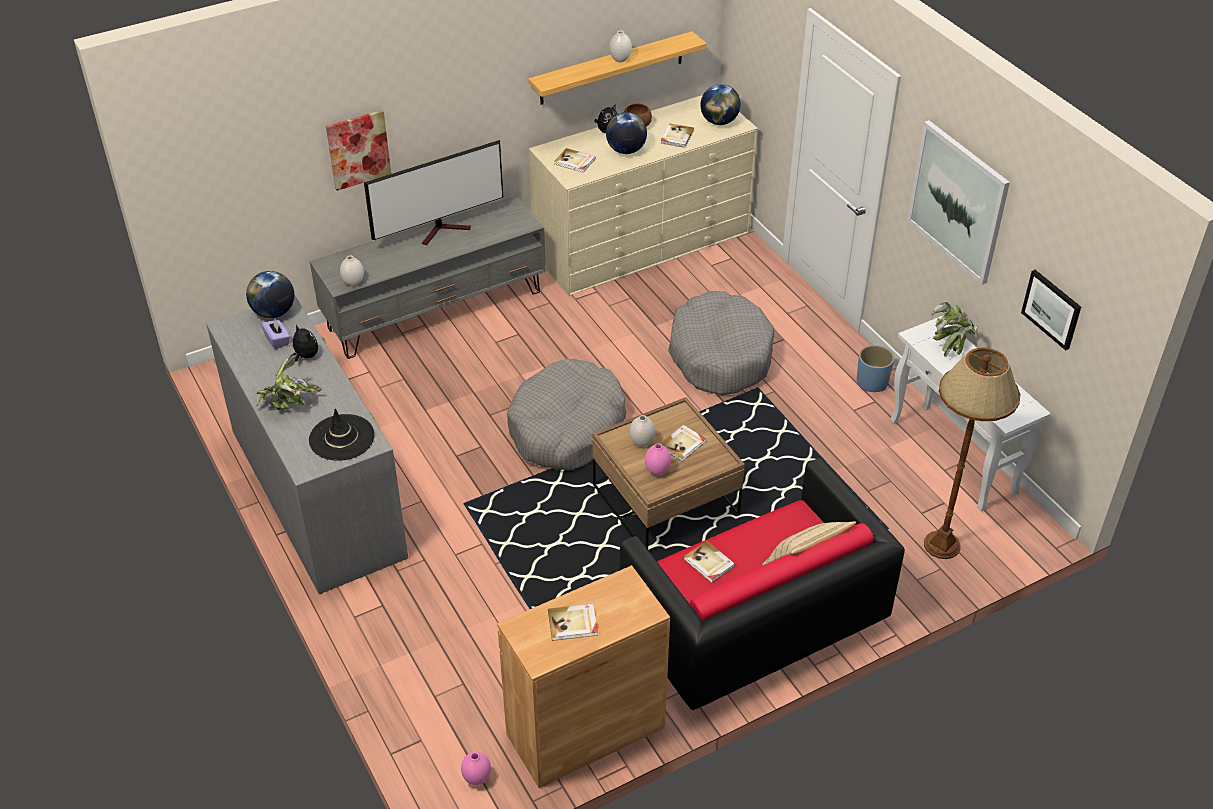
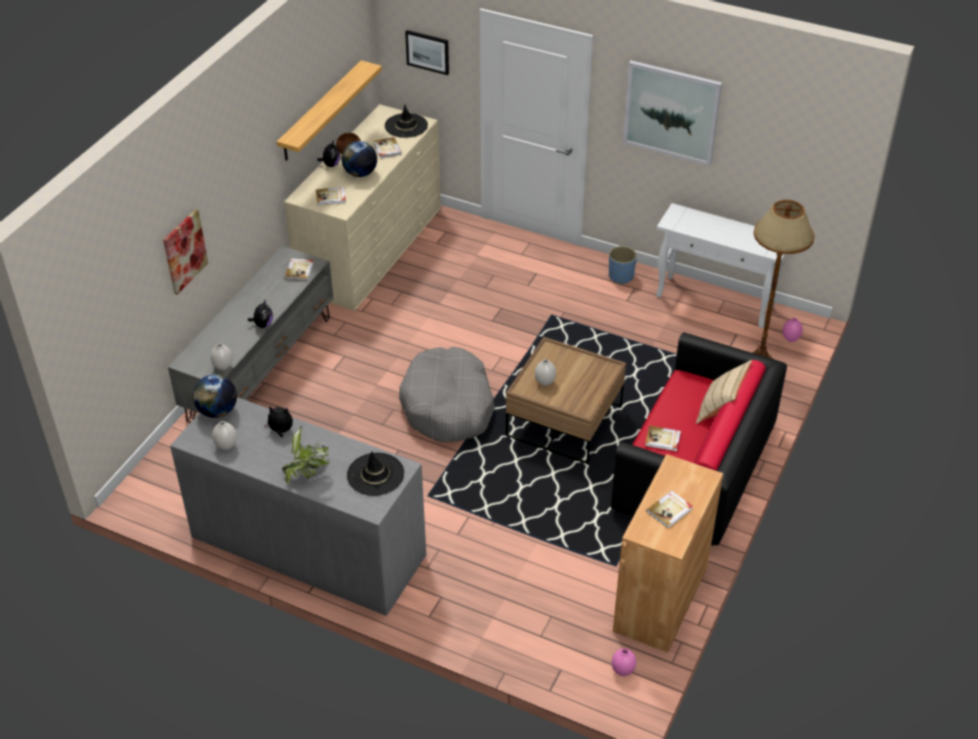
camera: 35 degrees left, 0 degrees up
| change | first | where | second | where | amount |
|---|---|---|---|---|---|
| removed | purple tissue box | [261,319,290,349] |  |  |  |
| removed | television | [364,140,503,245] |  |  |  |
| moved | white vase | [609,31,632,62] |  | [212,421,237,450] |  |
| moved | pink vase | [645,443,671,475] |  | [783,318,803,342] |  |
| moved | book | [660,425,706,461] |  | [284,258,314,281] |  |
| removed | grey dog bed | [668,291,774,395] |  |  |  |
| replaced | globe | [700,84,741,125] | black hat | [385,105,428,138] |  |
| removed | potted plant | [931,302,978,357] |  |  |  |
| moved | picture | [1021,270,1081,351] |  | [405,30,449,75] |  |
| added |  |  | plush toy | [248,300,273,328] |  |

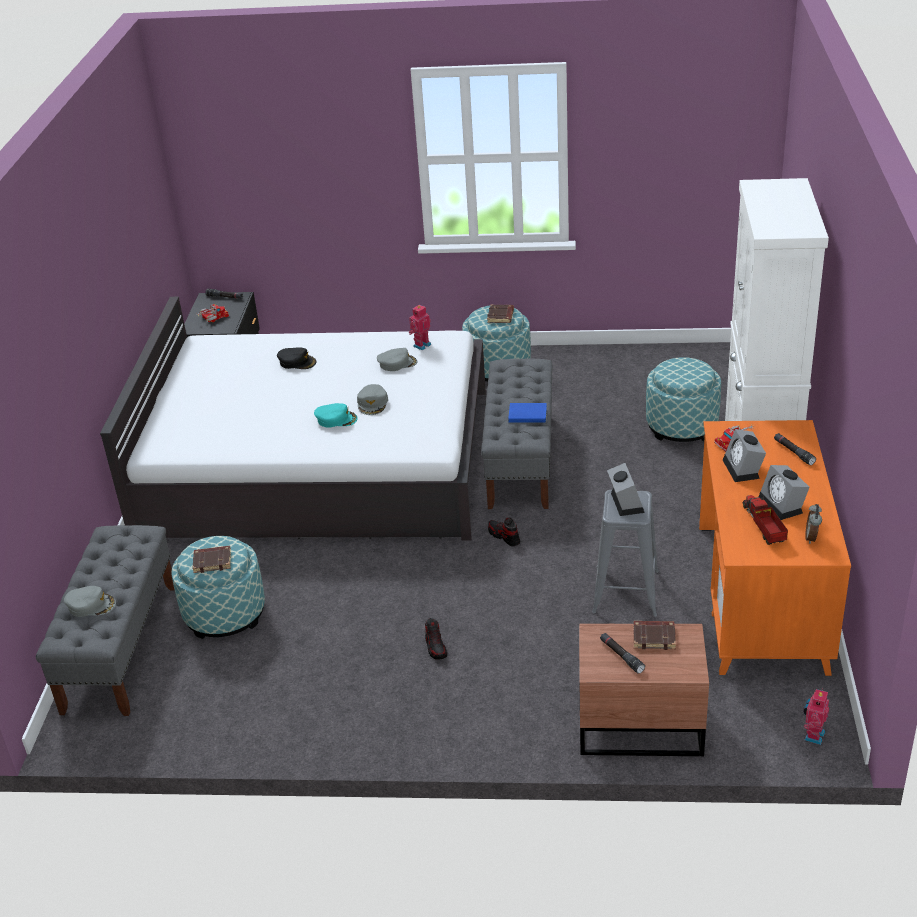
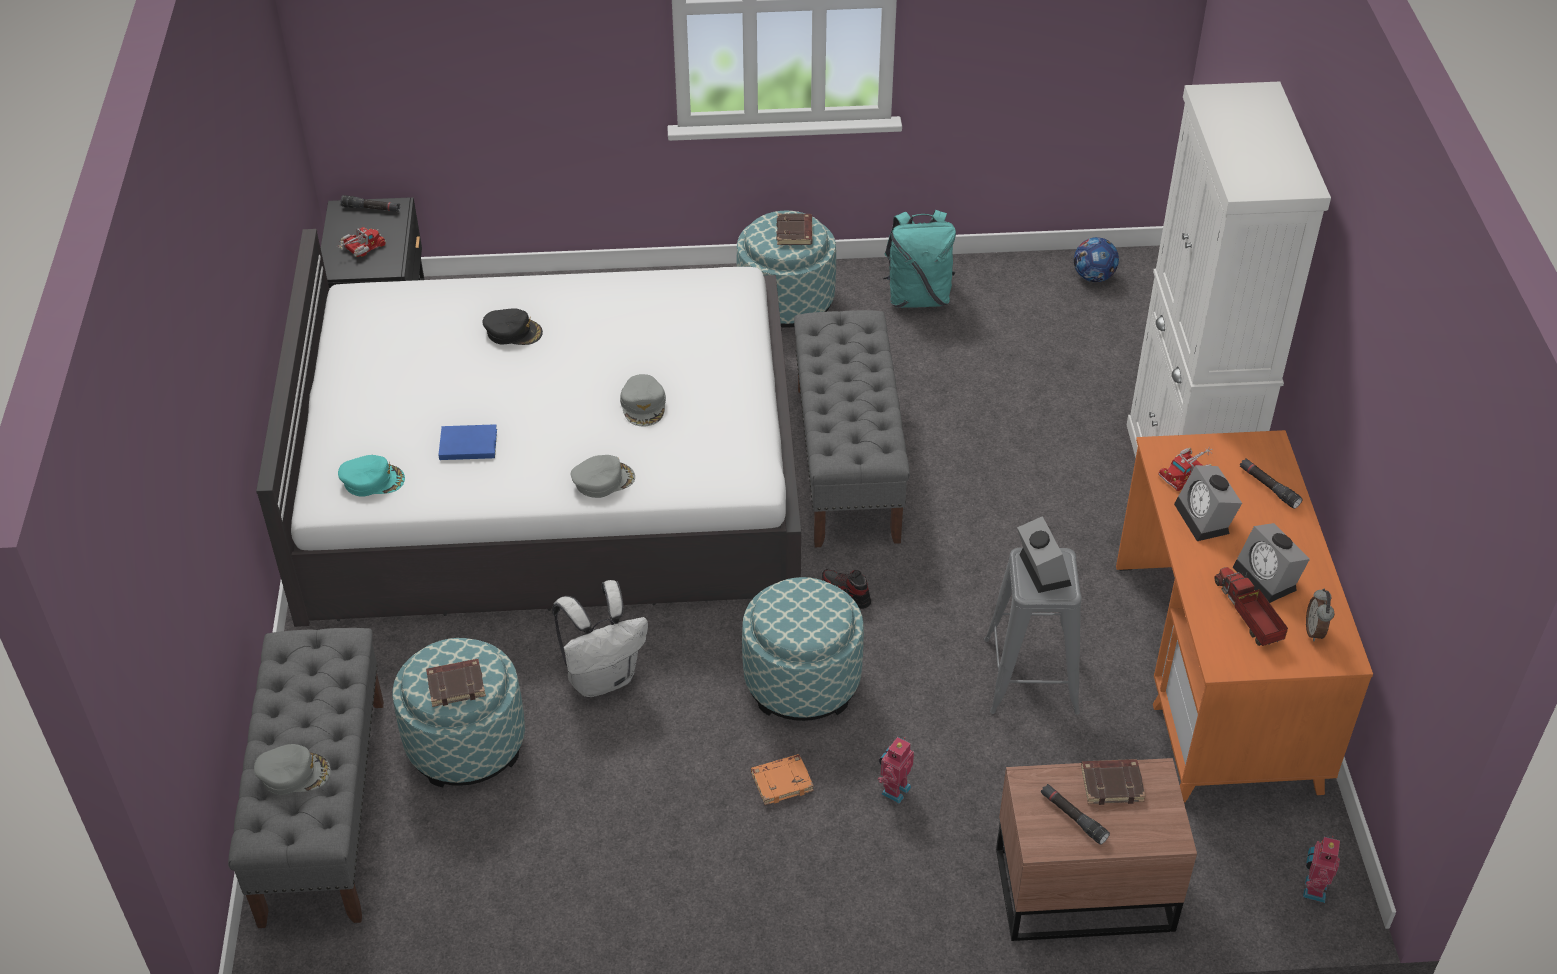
camera: 10 degrees left, 10 degrees up
| change | first | where | second | where | amount |
|---|---|---|---|---|---|
| moved | turquoise cap | [314,403,358,428] |  | [338,455,405,497] |  |
| moved | grey cap | [377,348,417,371] |  | [571,455,635,498] |  |
| moved | toy robot | [409,304,431,350] |  | [877,737,914,804] |  |
| replaced | shoe | [425,618,447,660] | orange book | [751,754,814,805] |  |
| moved | blue book | [508,403,547,422] |  | [438,424,497,460] |  |
| moved | ottoman | [646,357,721,442] |  | [742,577,864,721] |  |
| added |  |  | white backpack | [552,580,648,697] |  |
| added |  |  | turquoise backpack | [883,210,956,308] |  |
| added |  |  | football | [1074,237,1119,282] |  |

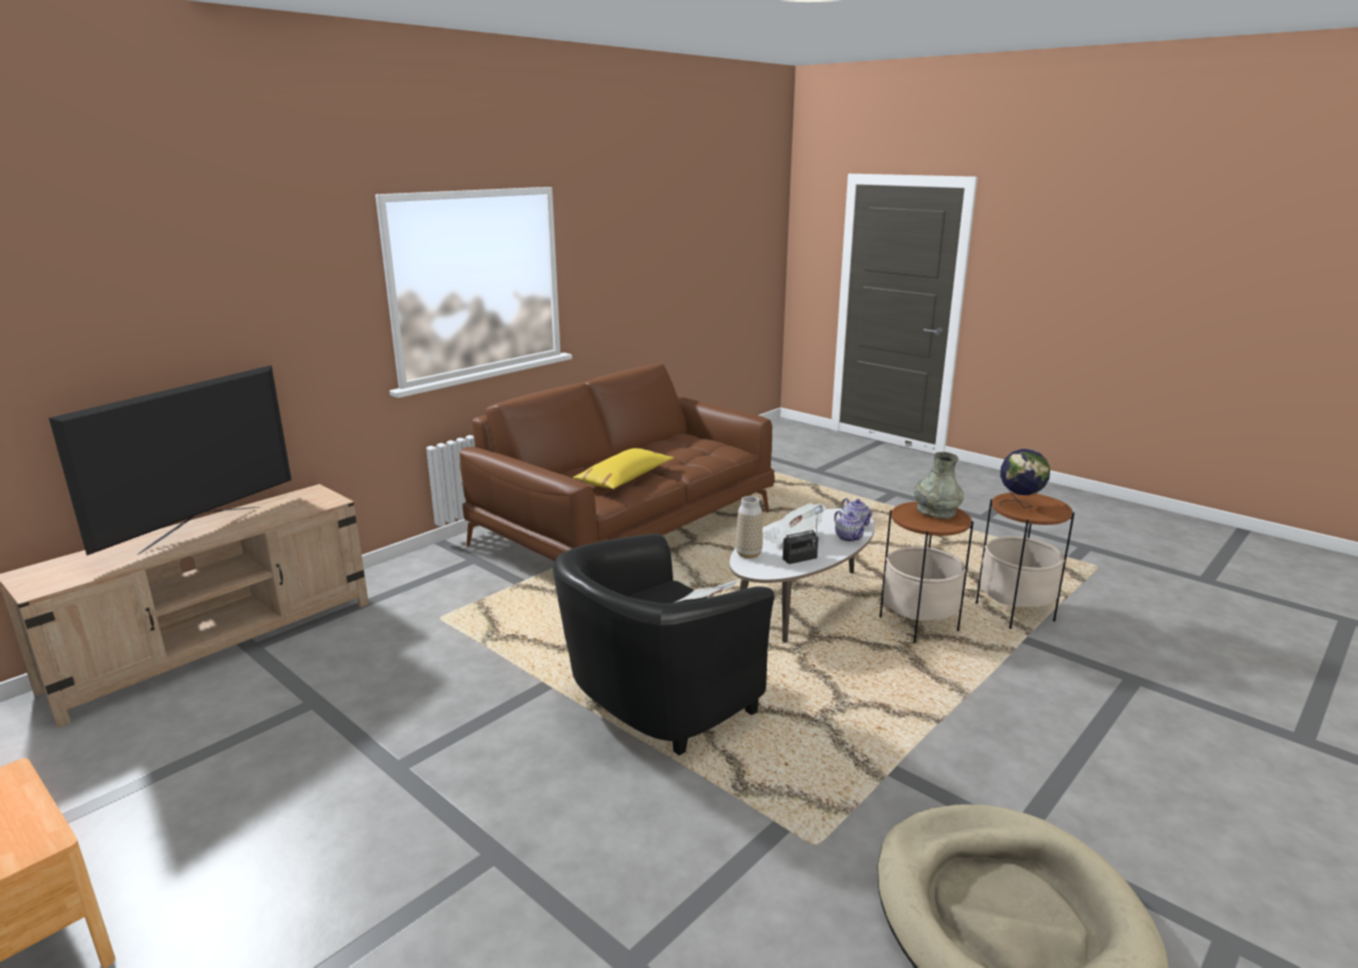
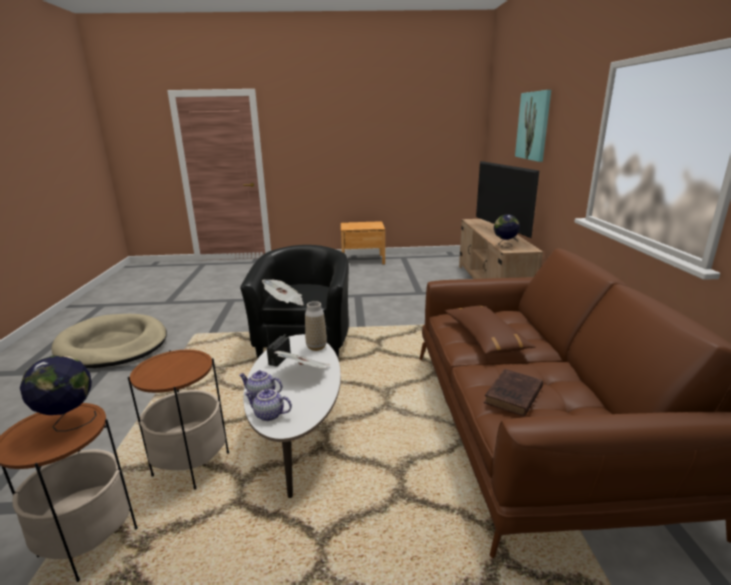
camera: 135 degrees right, 0 degrees up
| change | first | where | second | where | amount |
|---|---|---|---|---|---|
| recoloured | yellow pillow | [573,448,674,489] | brown pillow | [444,306,536,354] |  |
| removed | grey vase | [914,452,964,519] |  |  |  |
| added |  |  | brown book | [484,369,543,417] |  |
| added |  |  | globe | [494,215,520,247] |  |
| added |  |  | picture | [515,90,551,162] |  |

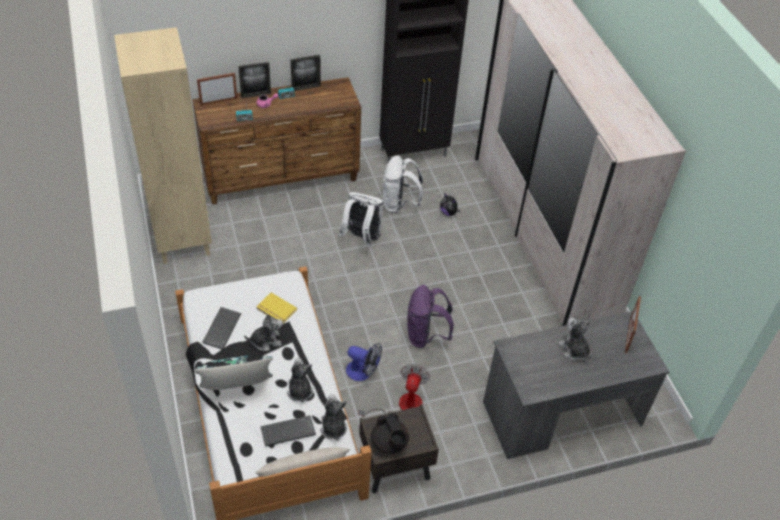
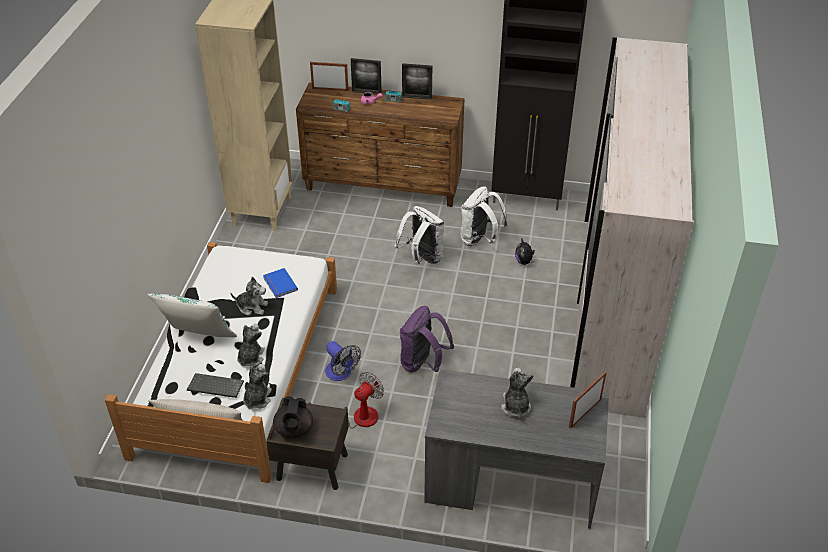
camera: 30 degrees right, 5 degrees down
| change | first | where | second | where | amount |
|---|---|---|---|---|---|
| recoloured | black pillow | [194,355,273,390] | white pillow | [147,293,237,337] |  |
| removed | keyboard | [202,307,241,350] |  |  |  |
| recoloured | yellow book | [256,293,297,323] | blue book | [263,268,298,298] |  |

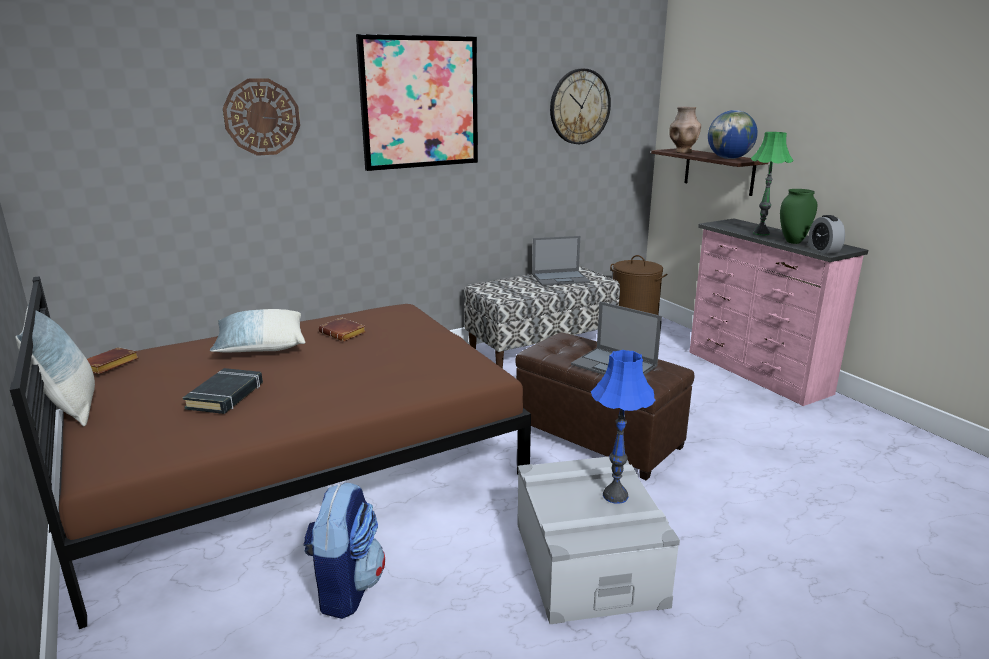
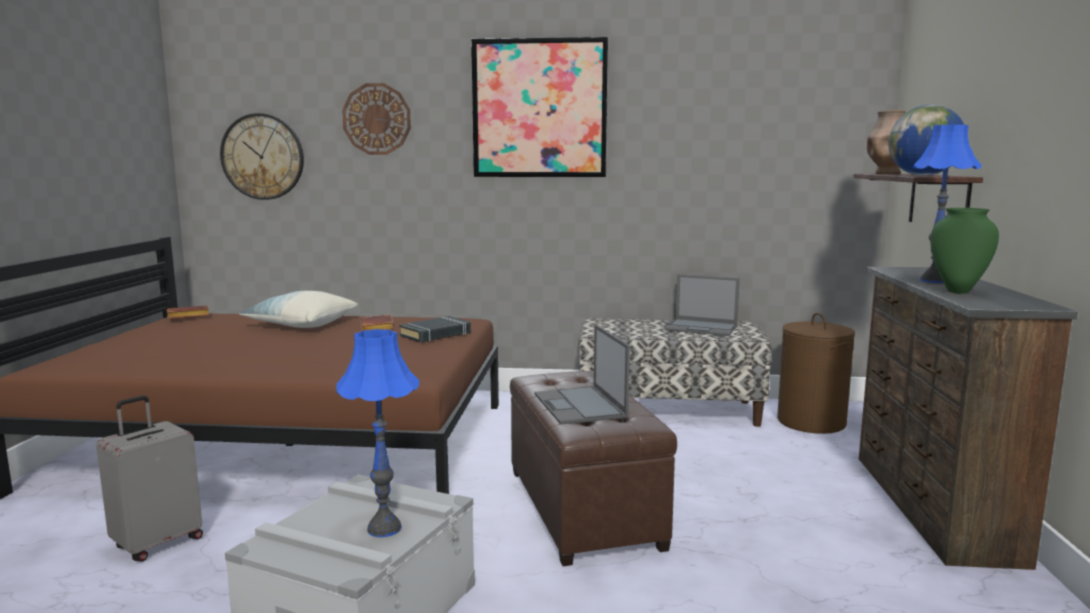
camera: 35 degrees right, 10 degrees down
| change | first | where | second | where | amount |
|---|---|---|---|---|---|
| removed | pillow | [15,305,95,426] |  |  |  |
| moved | black book | [183,368,263,414] |  | [399,316,471,343] |  |
| replaced | backpack | [303,482,385,619] | grey suitcase | [96,395,203,562] |  |
| moved | wall clock | [550,69,611,144] |  | [220,113,304,200] |  |
| recoloured | pink dresser | [689,219,868,406] | brown dresser | [859,267,1078,570] |  |
| recoloured | green table lamp | [751,132,793,235] | blue table lamp | [913,125,982,283] |  |
| removed | alarm clock | [809,215,845,254] |  |  |  |

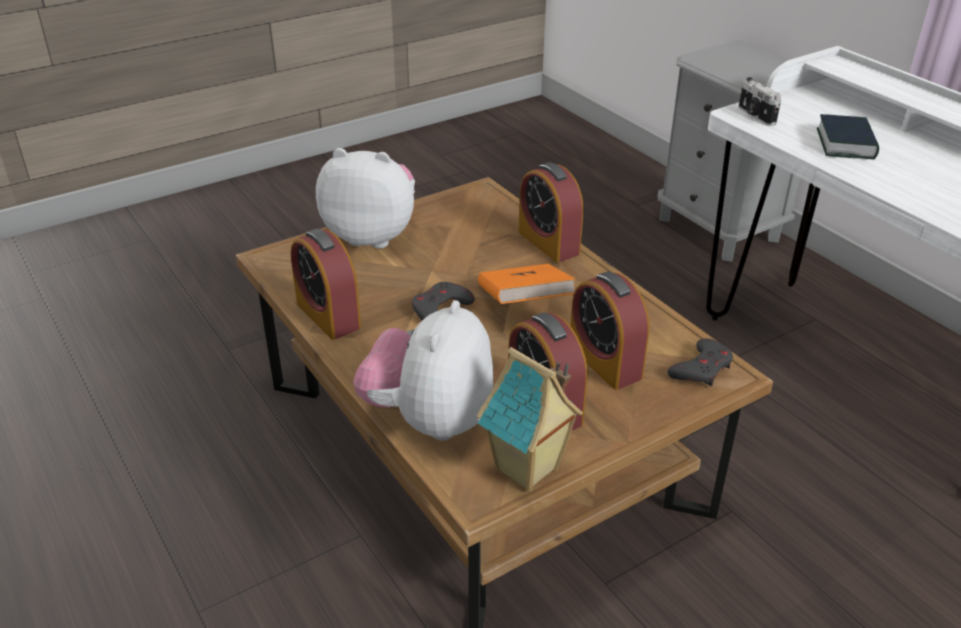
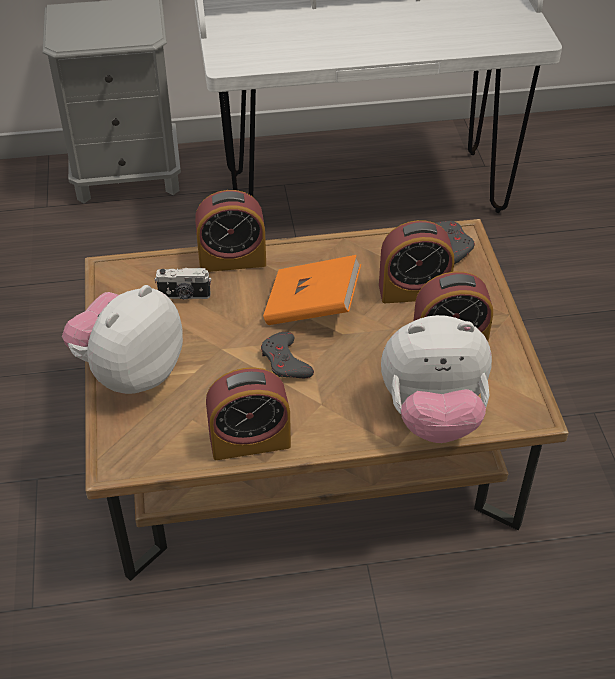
camera: 65 degrees left, 10 degrees up
| change | first | where | second | where | amount |
|---|---|---|---|---|---|
| turned | plush toy | [353,300,493,441] |  | [381,315,492,443] | 45 degrees counterclockwise |
| removed | toy house | [477,347,583,492] |  |  |  |
| moved | photo camera | [738,77,781,126] |  | [155,268,211,300] |  |
| removed | book | [817,114,879,159] |  |  |  |

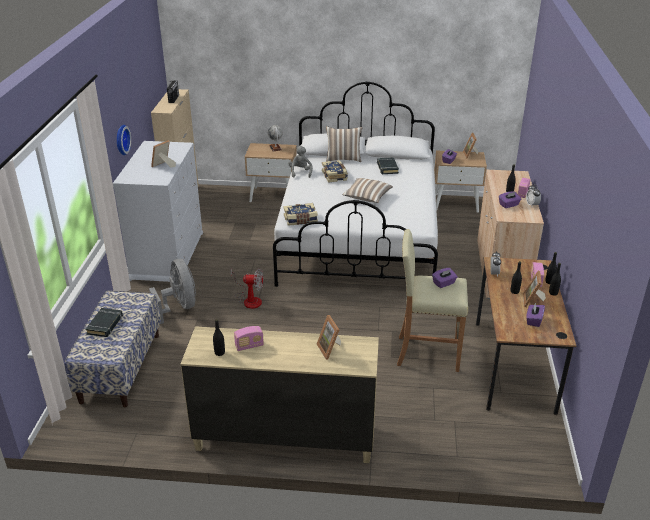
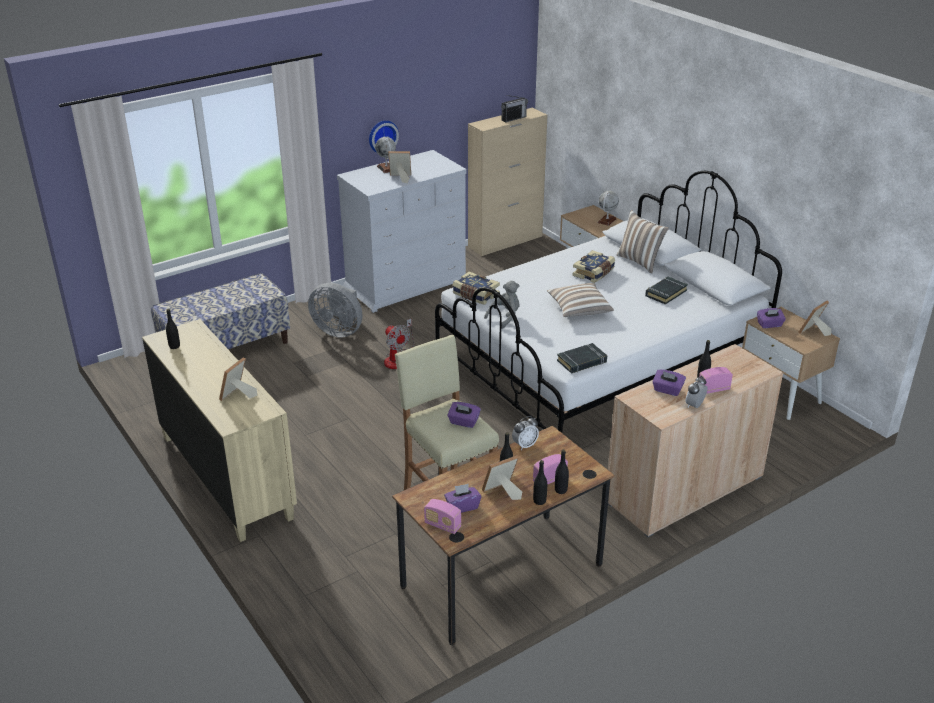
camera: 50 degrees right, 0 degrees up
| change | first | where | second | where | amount |
|---|---|---|---|---|---|
| moved | black book | [85,308,123,337] |  | [557,343,607,373] |  |
| turned | grey fan | [149,259,196,324] |  | [308,283,362,337] | 90 degrees clockwise |
| moved | radio | [234,326,264,351] |  | [424,499,461,534] |  |
| moved | grey plush toy | [288,146,313,178] |  | [484,281,520,329] |  |
| added |  |  | globe | [375,137,396,173] |  |

